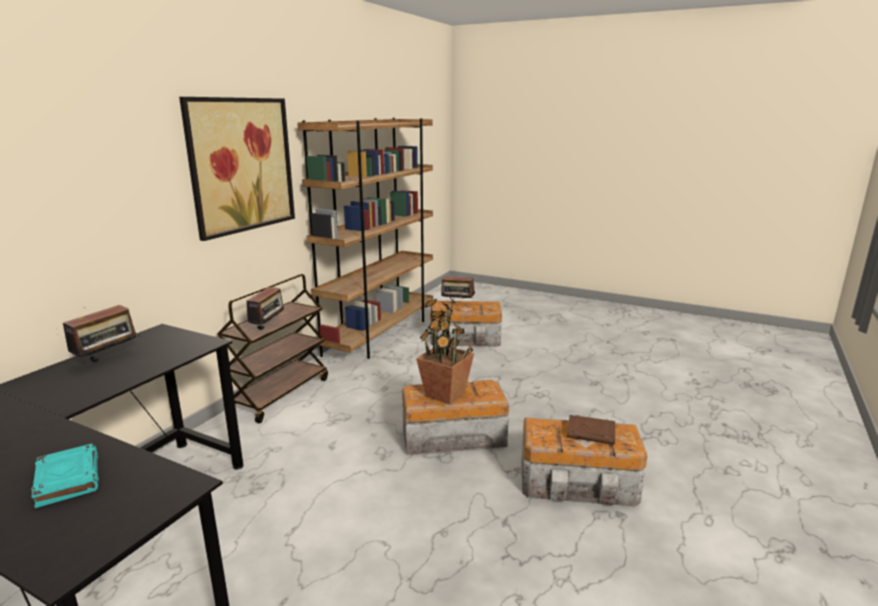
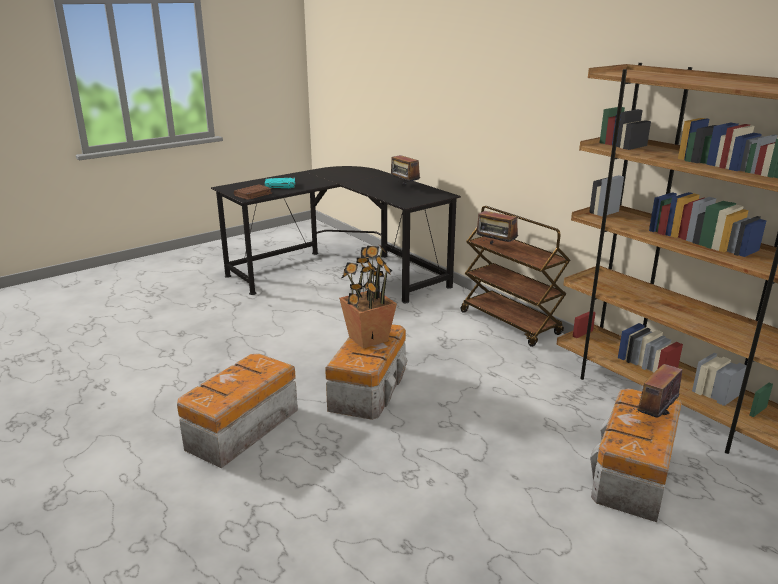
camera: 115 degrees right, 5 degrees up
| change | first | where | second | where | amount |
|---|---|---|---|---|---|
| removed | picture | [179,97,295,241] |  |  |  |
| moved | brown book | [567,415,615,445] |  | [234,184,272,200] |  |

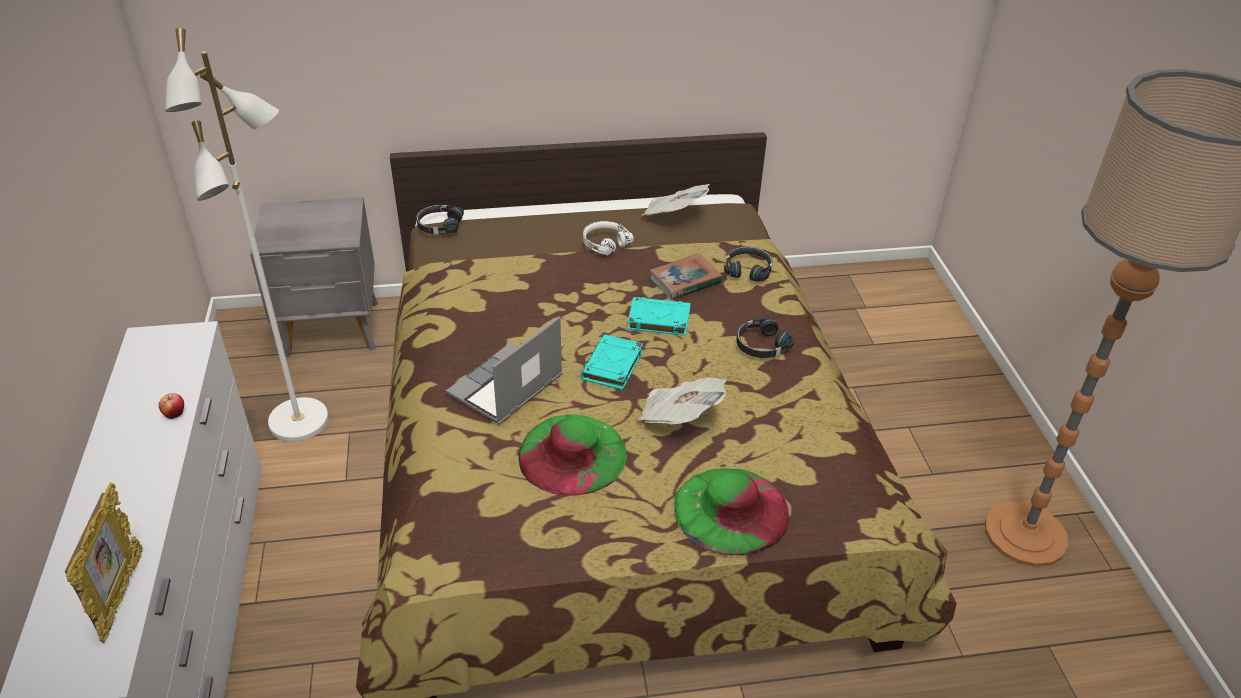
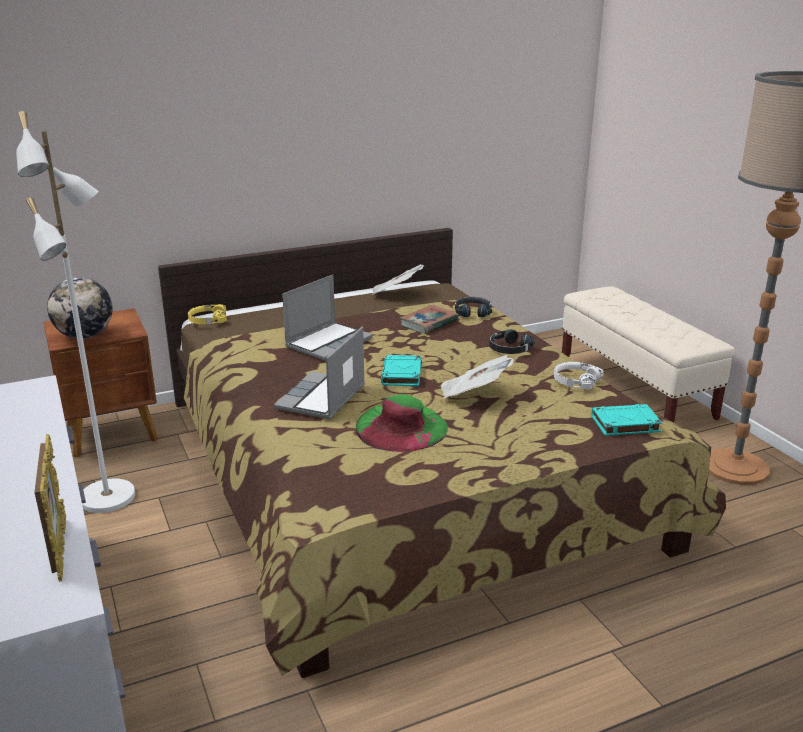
camera: 15 degrees left, 15 degrees down
| change | first | where | second | where | amount |
|---|---|---|---|---|---|
| removed | apple | [159,393,184,419] |  |  |  |
| recoloured | grey nightstand | [250,197,378,357] | brown nightstand | [44,308,158,457] |  |
| recoloured | black headphones | [416,205,464,235] | yellow headphones | [188,304,227,324] |  |
| moved | white headphones | [583,221,634,255] |  | [554,362,604,389] |  |
| moved | turquoise book | [628,297,691,336] |  | [591,404,662,436] |  |
| removed | green hat | [674,468,789,556] |  |  |  |
| added |  |  | globe | [47,277,113,339] |  |
| added |  |  | laptop | [282,275,373,361] |  |
| added |  |  | beige bench | [562,286,735,423] |  |

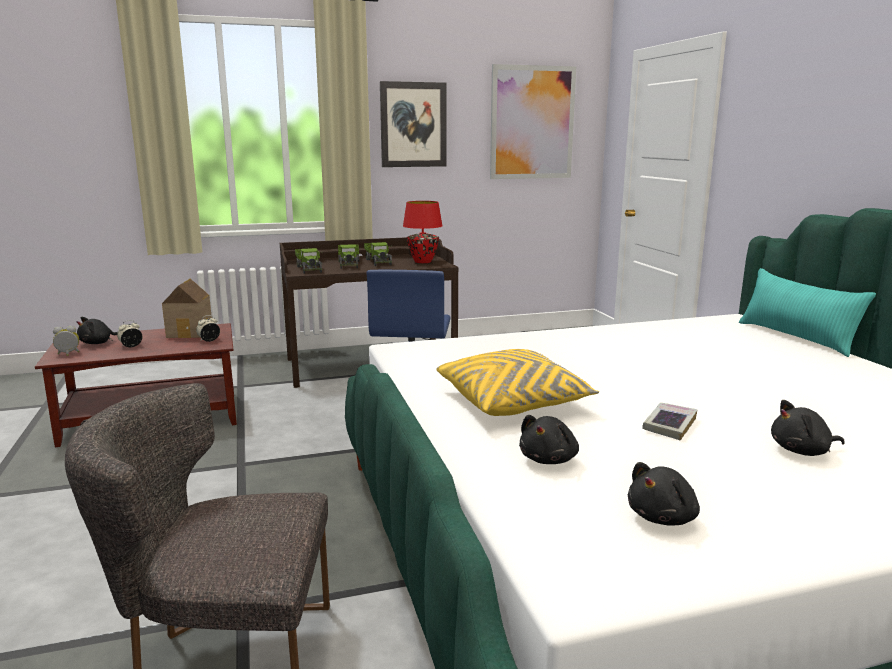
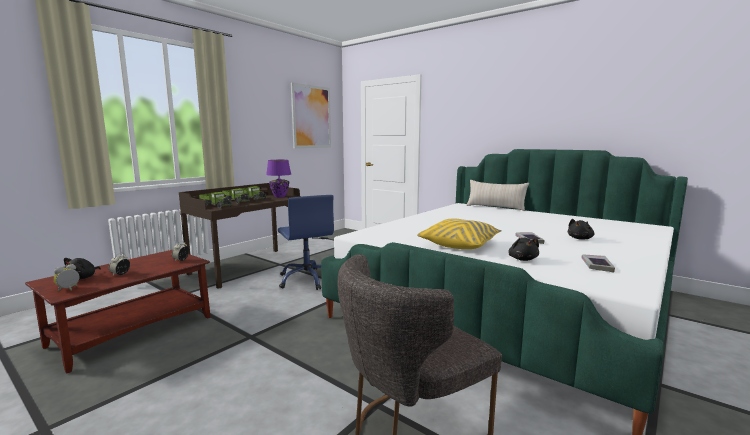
camera: 35 degrees left, 5 degrees down
| change | first | where | second | where | amount |
|---|---|---|---|---|---|
| removed | toy house | [162,278,212,338] |  |  |  |
| removed | picture | [380,81,447,167] |  |  |  |
| recoloured | red table lamp | [403,201,443,263] | purple table lamp | [266,160,291,197] |  |
| replaced | black plush toy | [628,462,700,525] | book | [581,255,615,272] |  |
| recoloured | turquoise pillow | [739,268,876,357] | beige pillow | [466,180,529,211] |  |

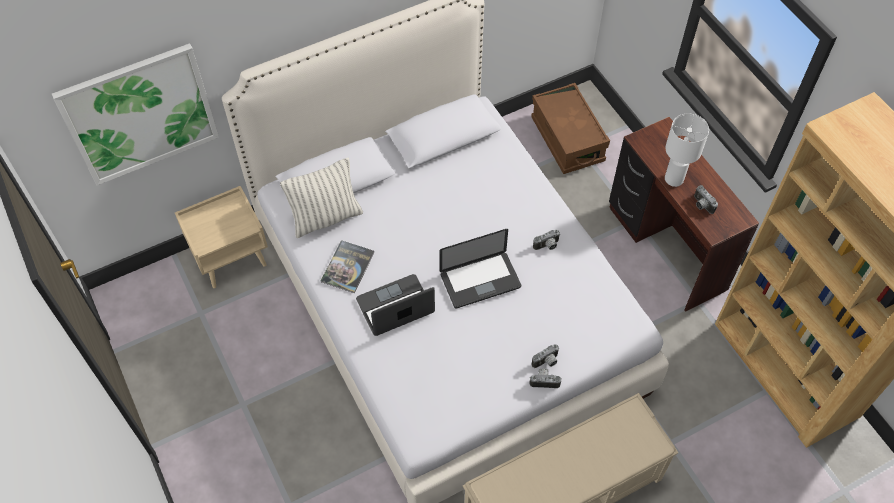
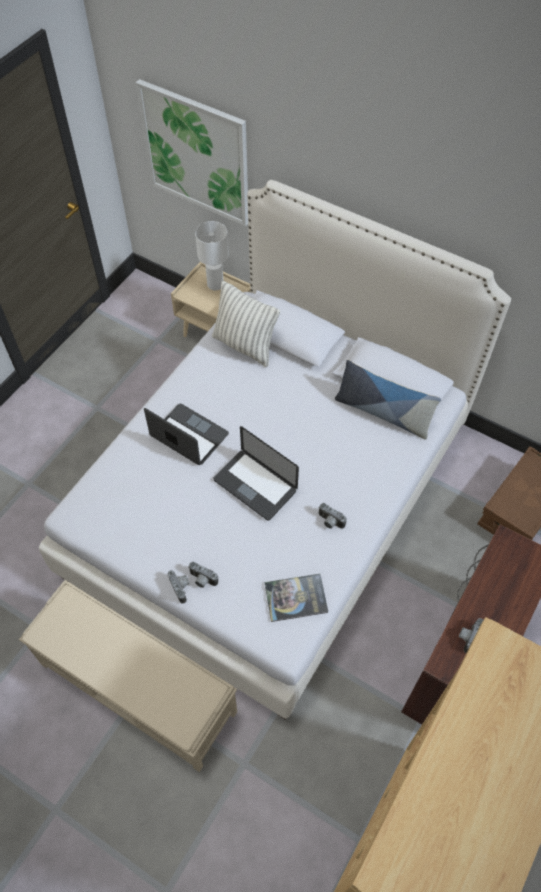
camera: 60 degrees right, 0 degrees up
| change | first | where | second | where | amount |
|---|---|---|---|---|---|
| moved | book | [321,240,375,293] |  | [265,574,328,622] |  |
| moved | white table lamp | [665,113,709,187] |  | [195,221,229,290] |  |
| added |  |  | pillow | [335,360,441,439] |  |

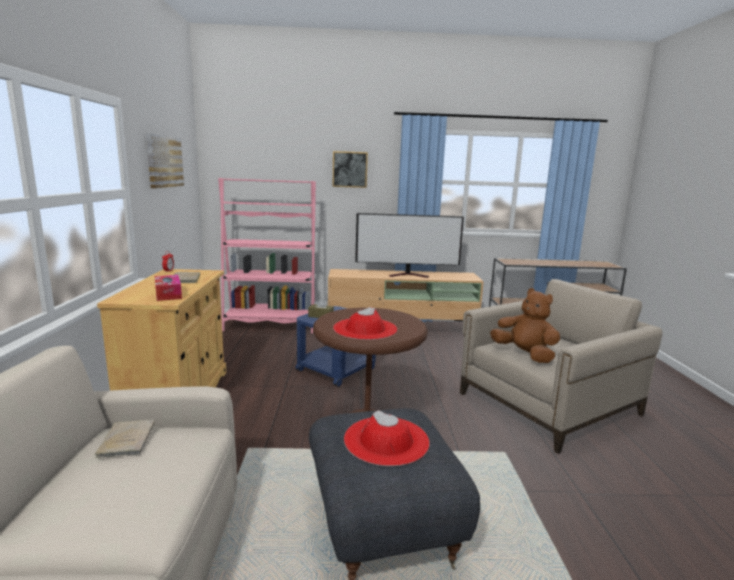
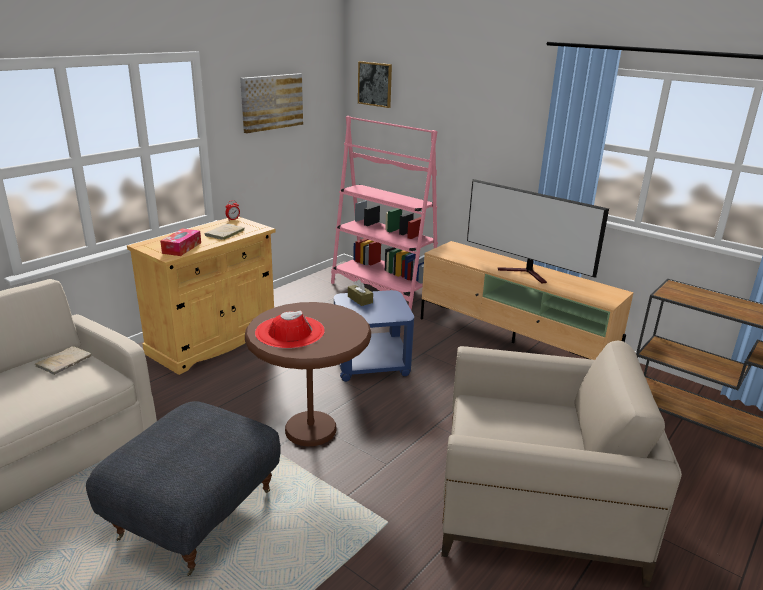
camera: 40 degrees right, 10 degrees up
| change | first | where | second | where | amount |
|---|---|---|---|---|---|
| moved | picture | [333,151,368,188] |  | [358,61,392,108] |  |
| removed | red hat | [344,410,430,466] |  |  |  |
| removed | brown plush toy | [490,288,560,363] |  |  |  |

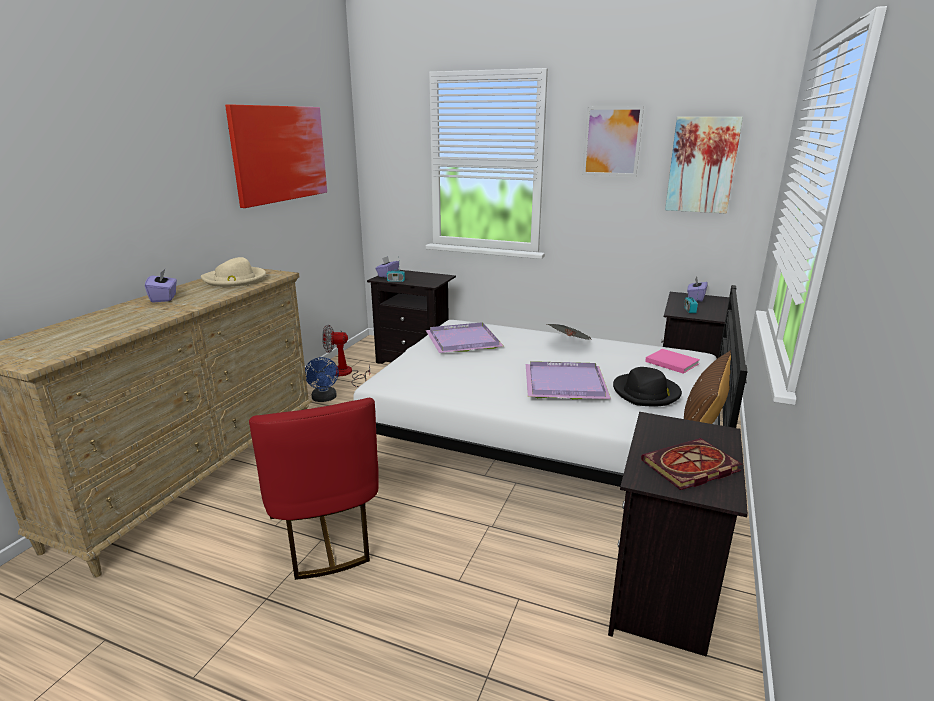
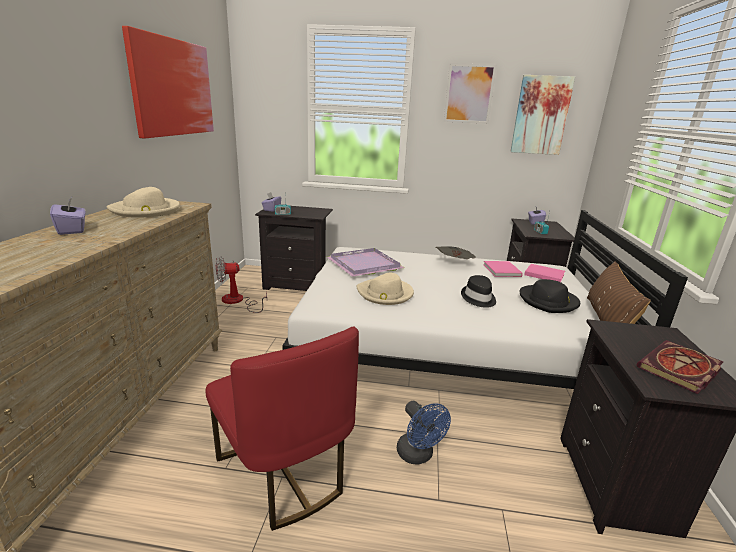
camera: 15 degrees left, 0 degrees up
| change | first | where | second | where | amount |
|---|---|---|---|---|---|
| moved | blue fan | [305,357,339,402] |  | [397,401,451,465] |  |
| replaced | purple tray | [526,361,611,400] | black hat | [461,275,496,308] |  |
| added |  |  | beige hat | [356,273,414,305] |  |
| added |  |  | pink book | [483,261,523,277] |  |

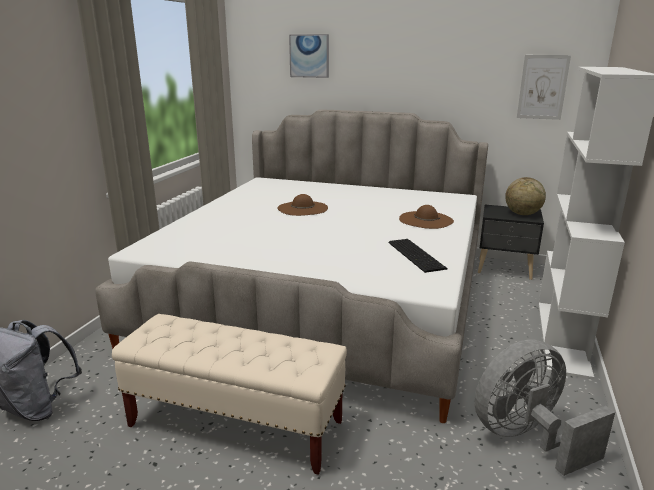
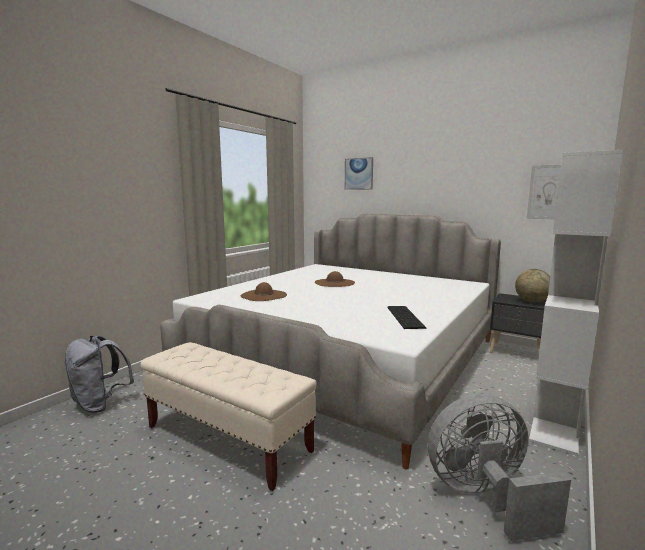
camera: 15 degrees right, 10 degrees down
| change | first | where | second | where | amount |
|---|---|---|---|---|---|
| moved | brown hat | [399,205,454,229] |  | [241,282,287,301] |  |

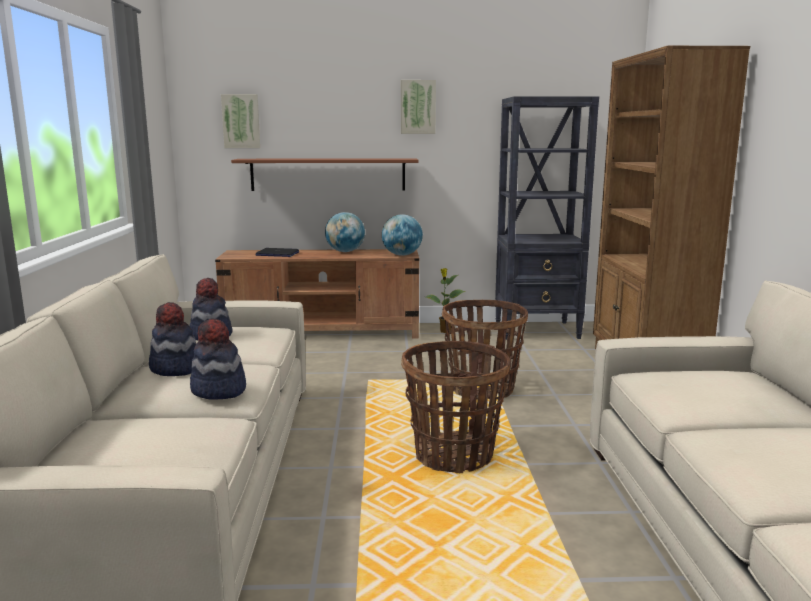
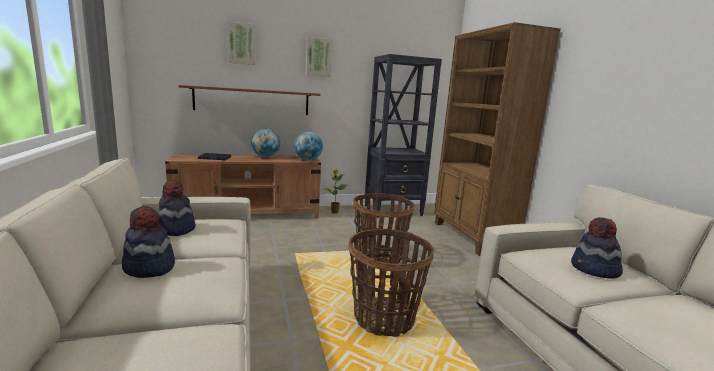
camera: 15 degrees left, 0 degrees up
| change | first | where | second | where | amount |
|---|---|---|---|---|---|
| moved | hat | [190,318,246,400] |  | [571,217,623,279] |  |
| moved | picture | [221,94,260,148] |  | [227,21,255,65] |  |

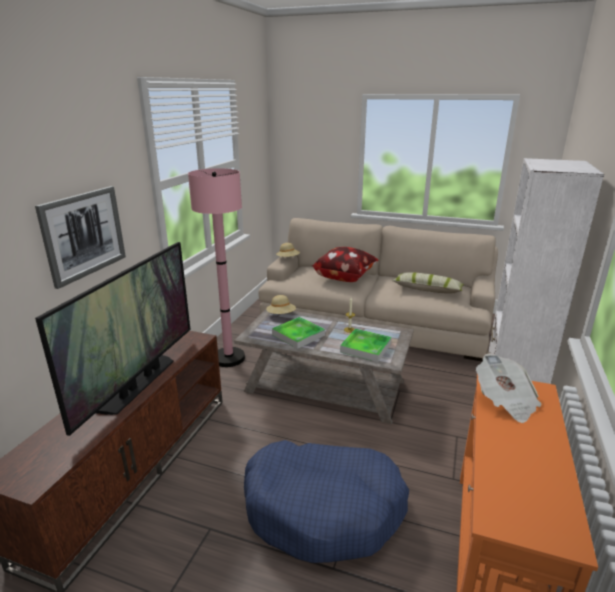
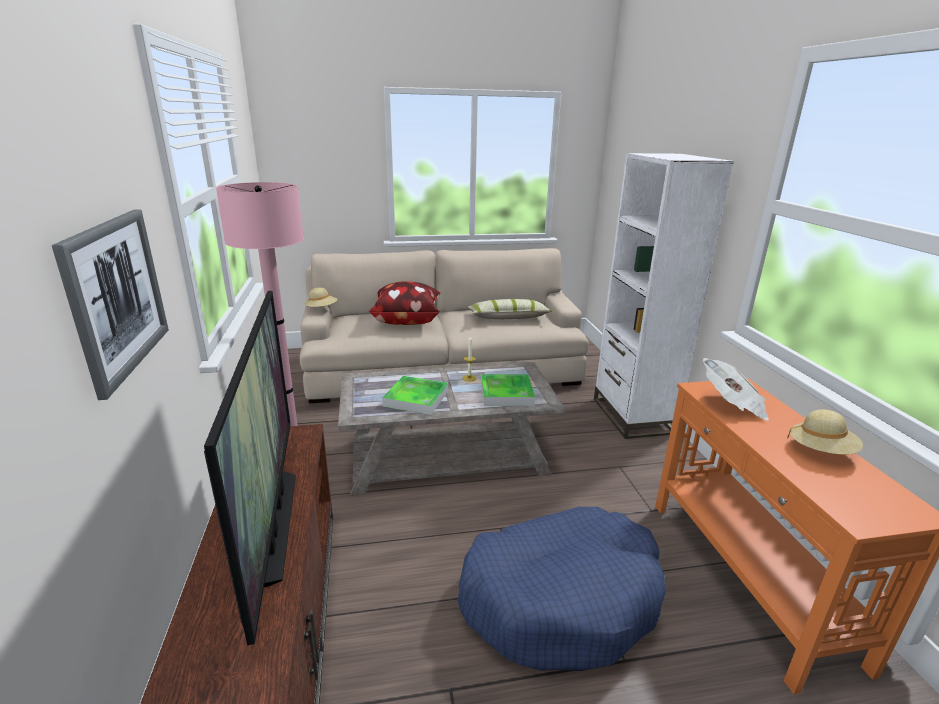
camera: 30 degrees left, 0 degrees up
| change | first | where | second | where | amount |
|---|---|---|---|---|---|
| moved | beige hat | [266,295,296,314] |  | [787,410,863,455] |  |

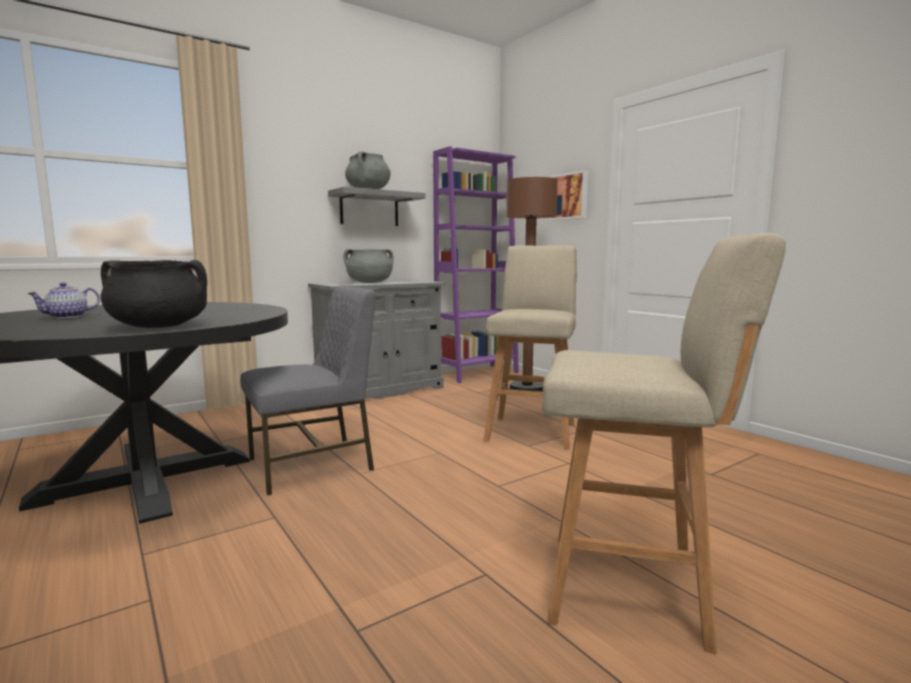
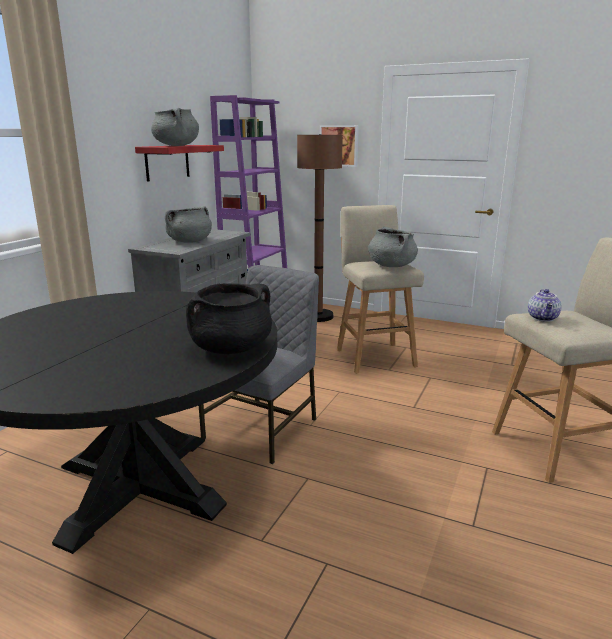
camera: 30 degrees left, 10 degrees up
| change | first | where | second | where | amount |
|---|---|---|---|---|---|
| moved | teapot | [27,282,100,318] |  | [528,289,561,322] |  |
| recoloured | grey shelf | [328,187,426,226] | red shelf | [135,145,224,182] |  |
| added |  |  | grey cooking pot | [368,227,418,267] |  |

